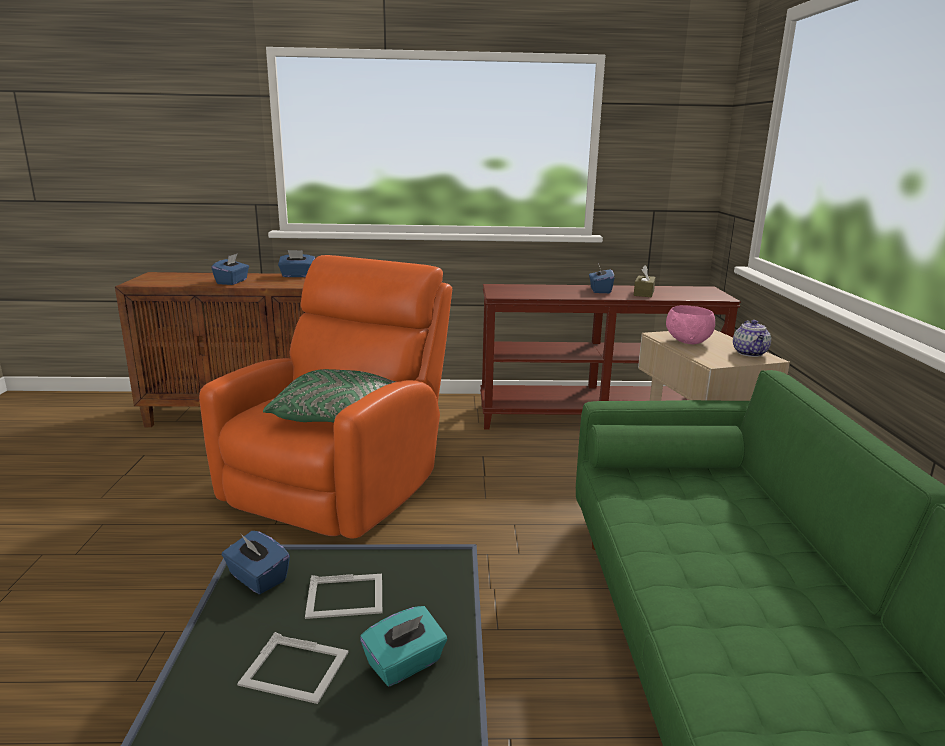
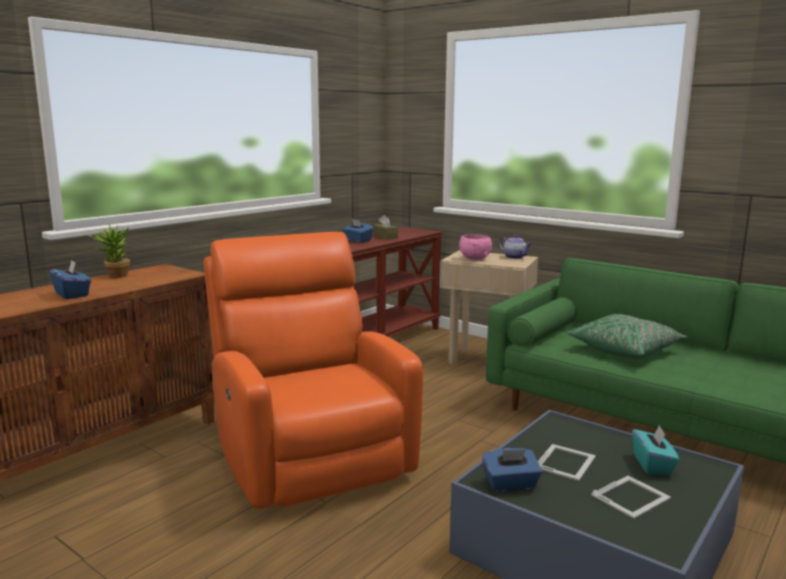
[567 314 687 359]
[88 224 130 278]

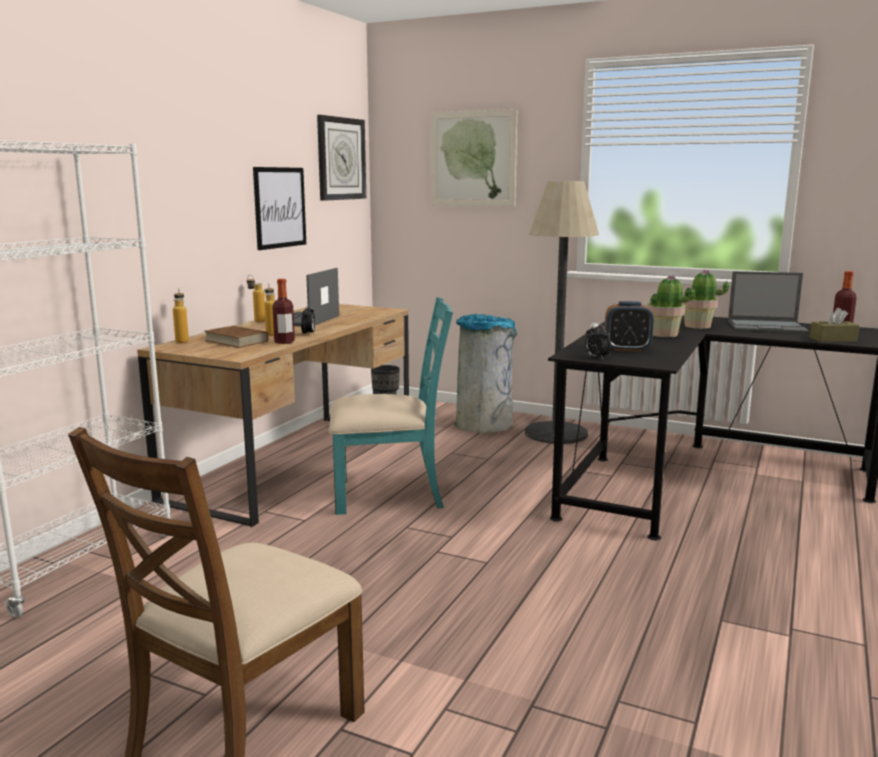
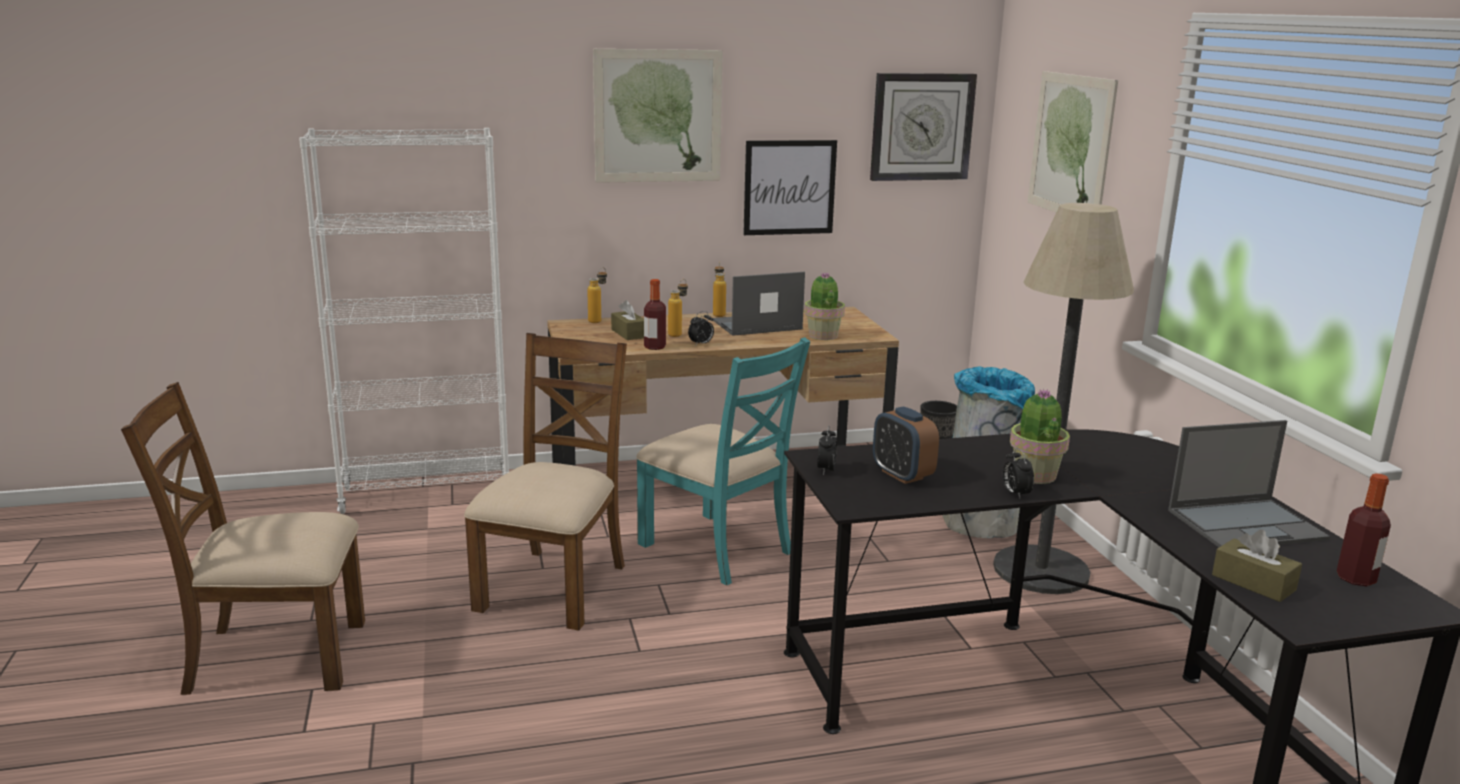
[464 333 627 631]
[593 49 723 183]
[1003 448 1034 498]
[805 272 845 340]
[611 300 644 340]
[1168 420 1330 547]

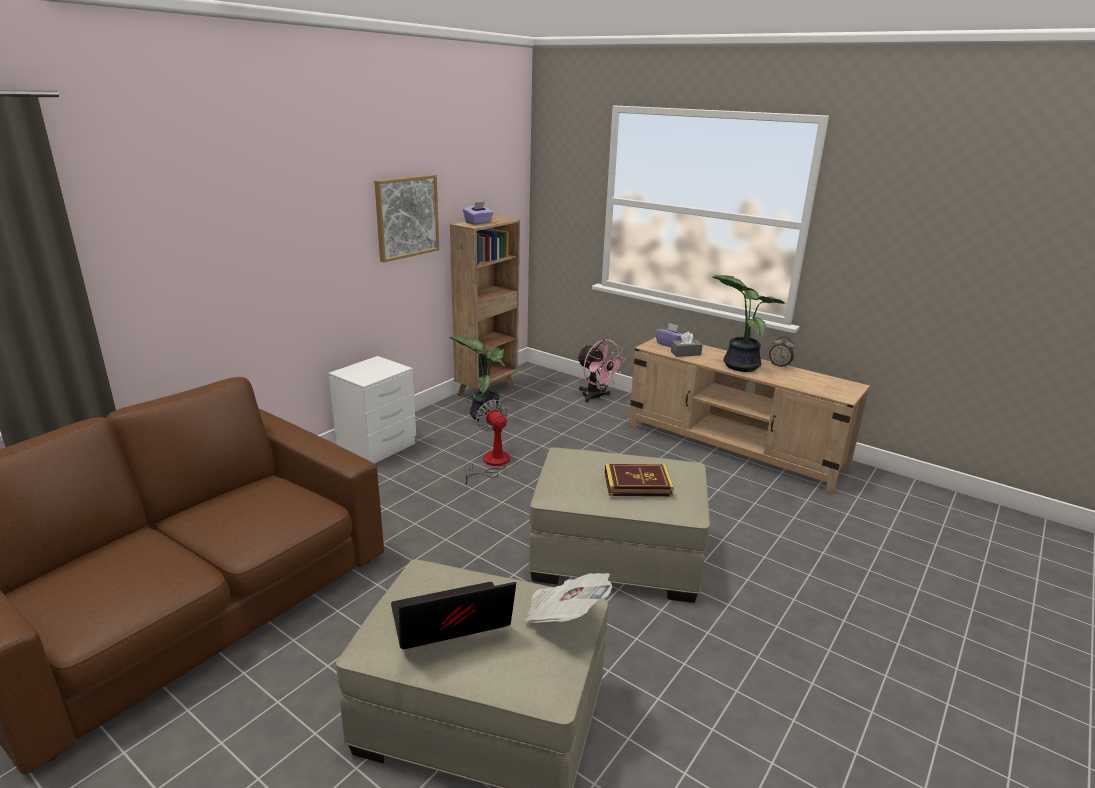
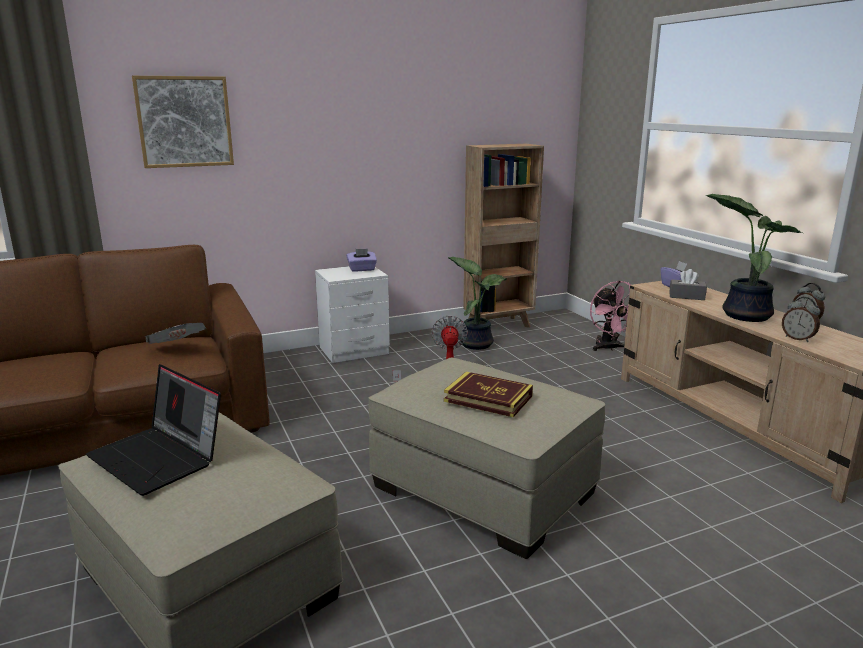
[782 297 820 342]
[132 76 234 168]
[346 249 377 272]
[145 323 206 344]
[86 364 221 496]

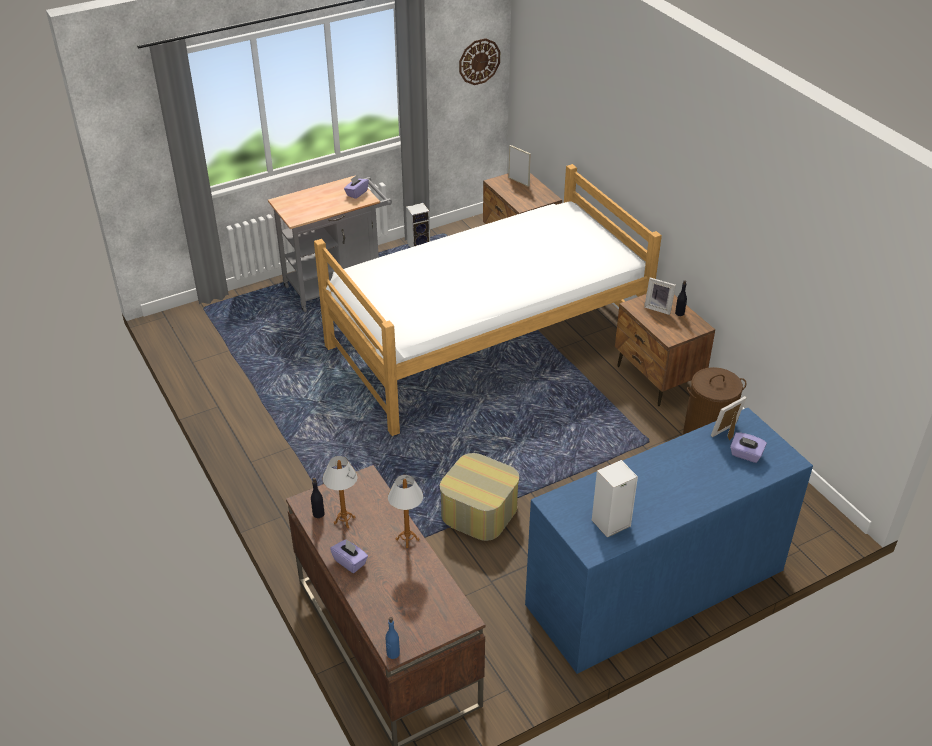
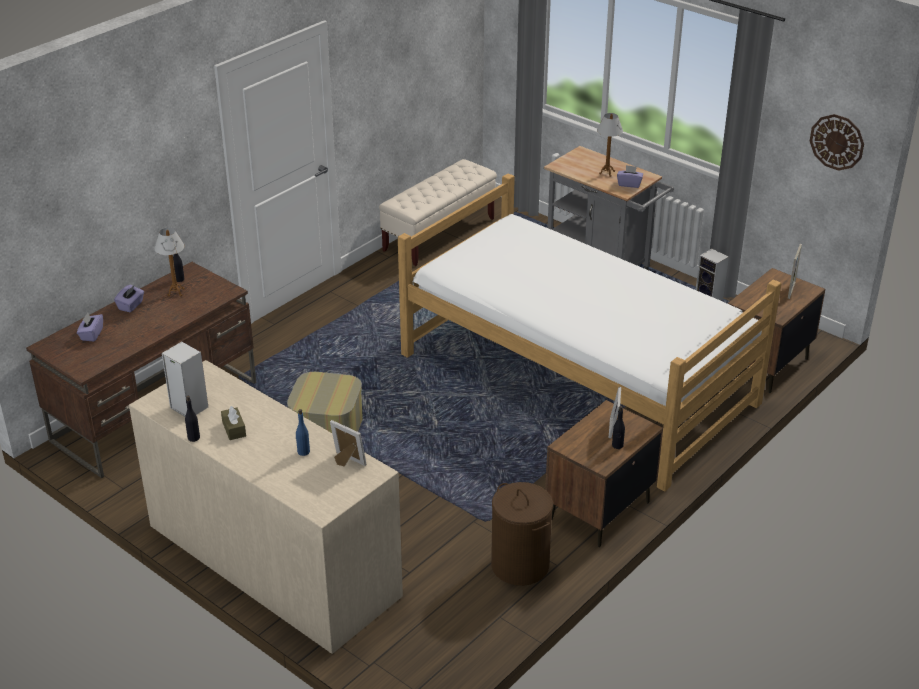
[185 396 200 442]
[221 406 246 440]
[379 159 497 266]
[296 409 310 456]
[597 113 623 177]
[77 313 103 341]
[129 360 403 654]

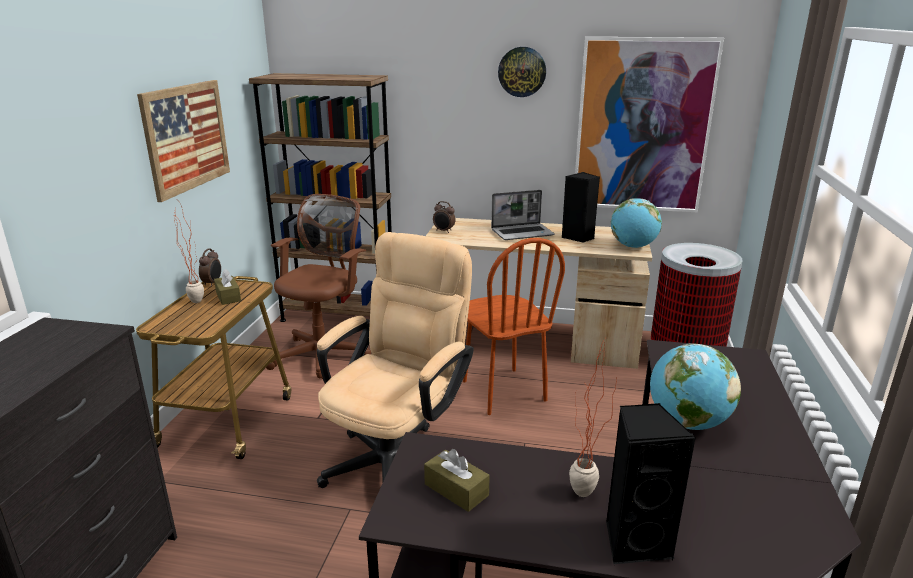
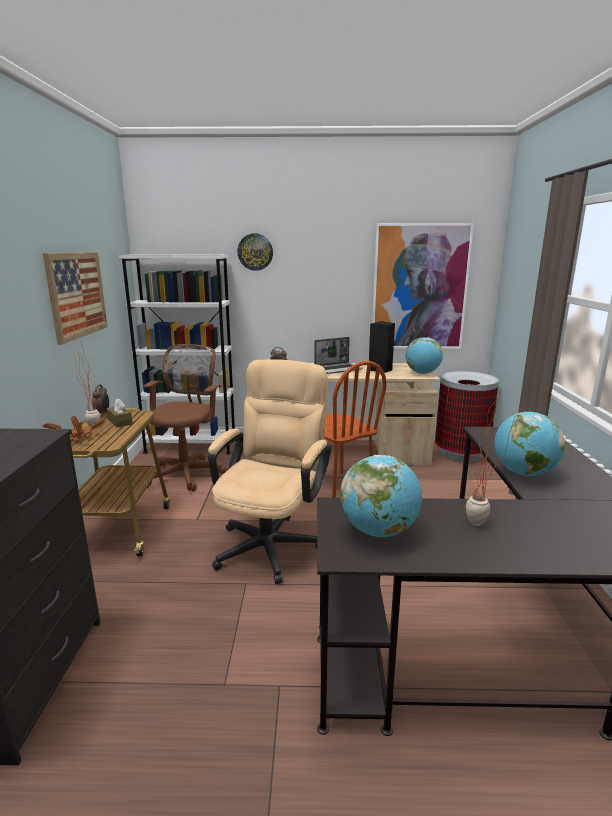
[606 403 696 565] (first image)
[42 416 105 441]
[237 233 273 271]
[340 455 422 537]
[119 254 235 454]

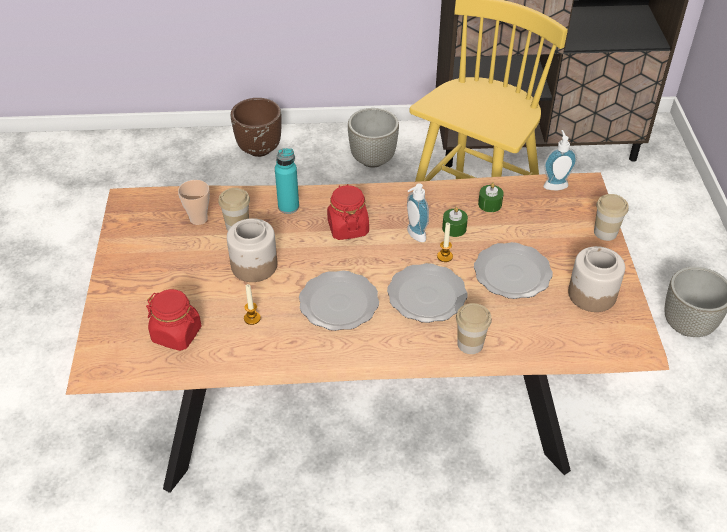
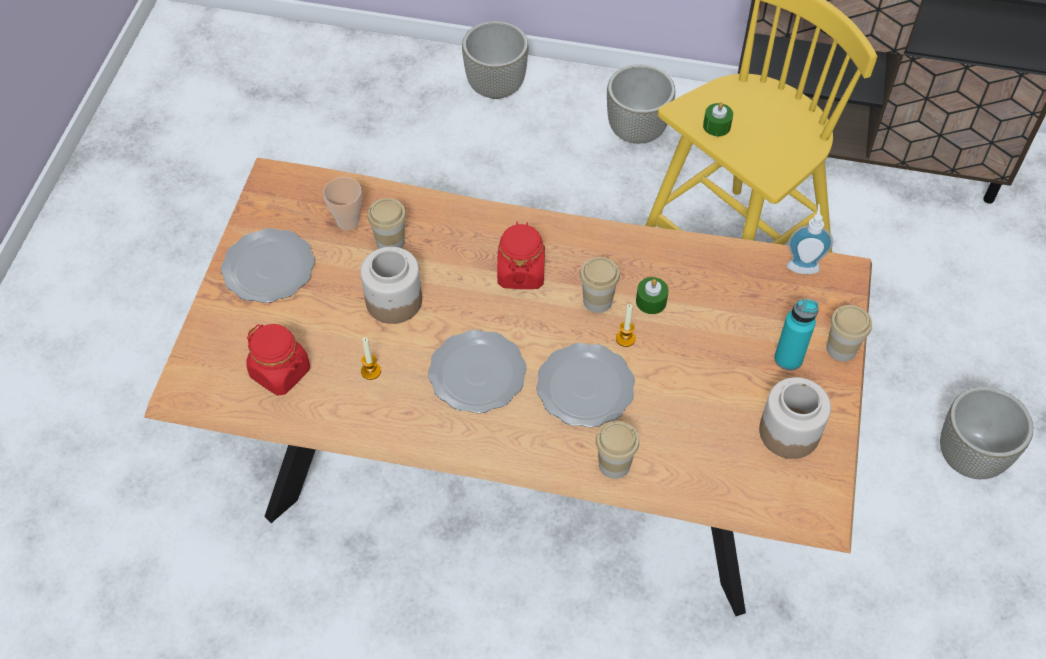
[774 299 819 371]
[221 228 315 303]
[703 102 733 136]
[580 257 620 313]
[462 21 528 99]

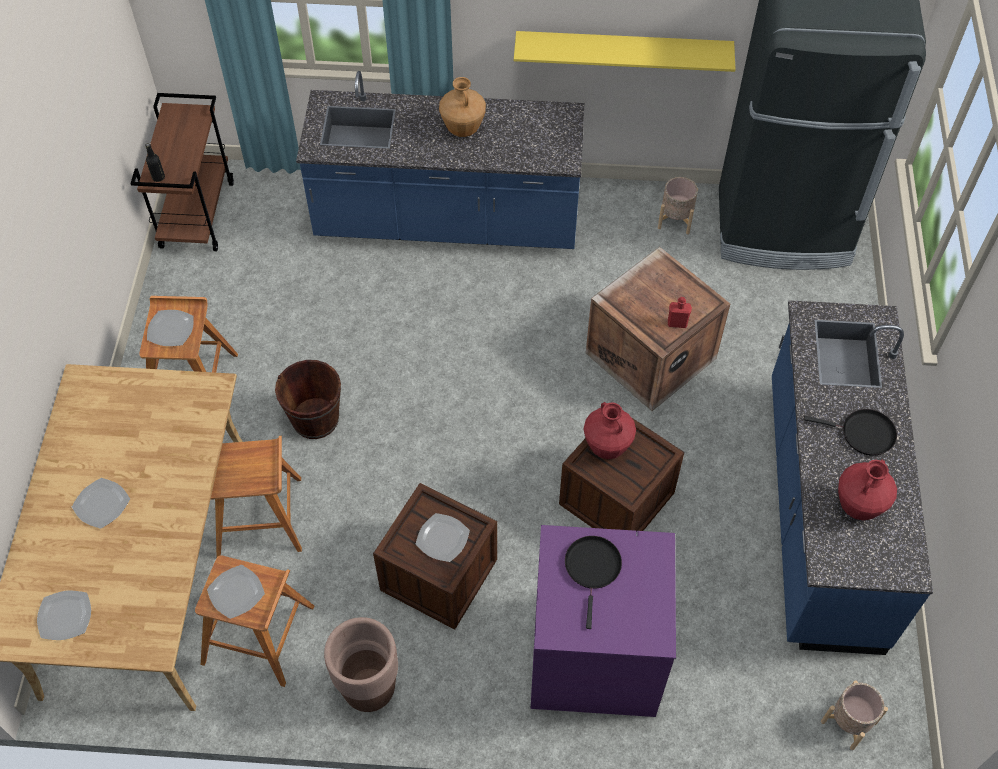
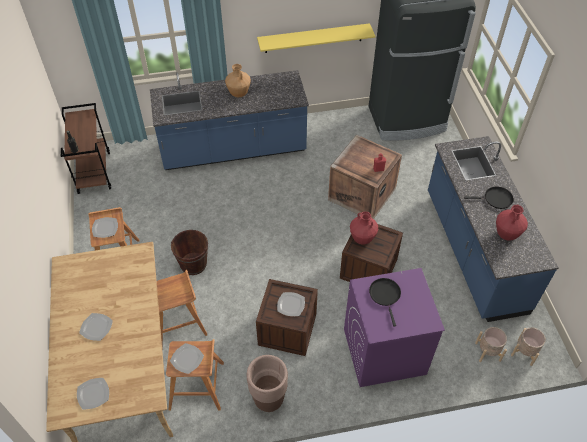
[475 327 507 362]

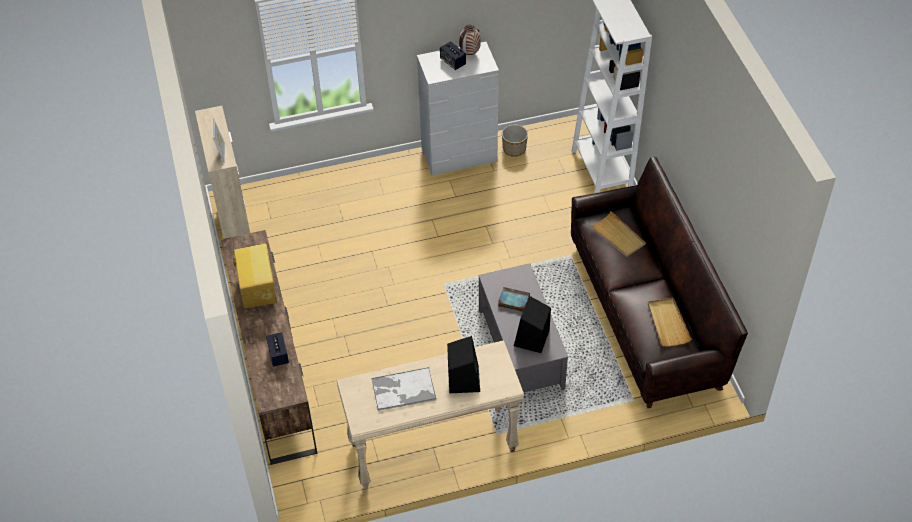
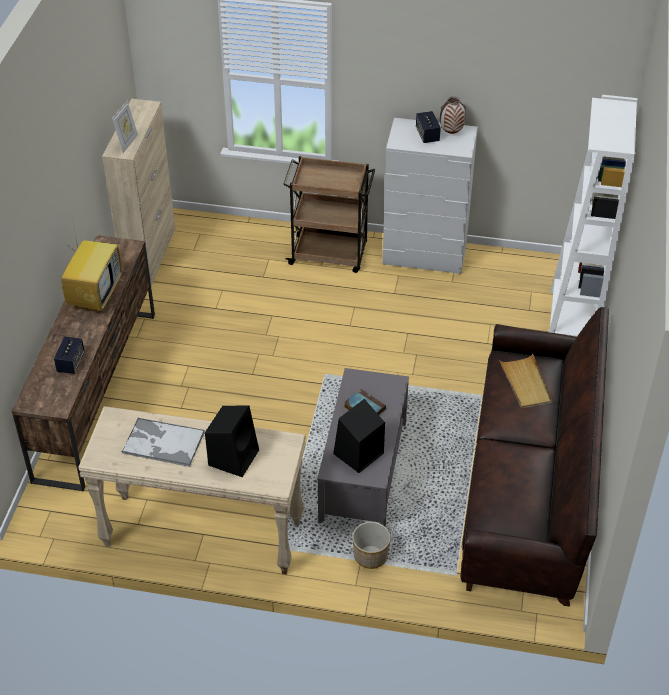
[648 298 692 347] (first image)
[283 156 375 273]
[352 522 391 569]

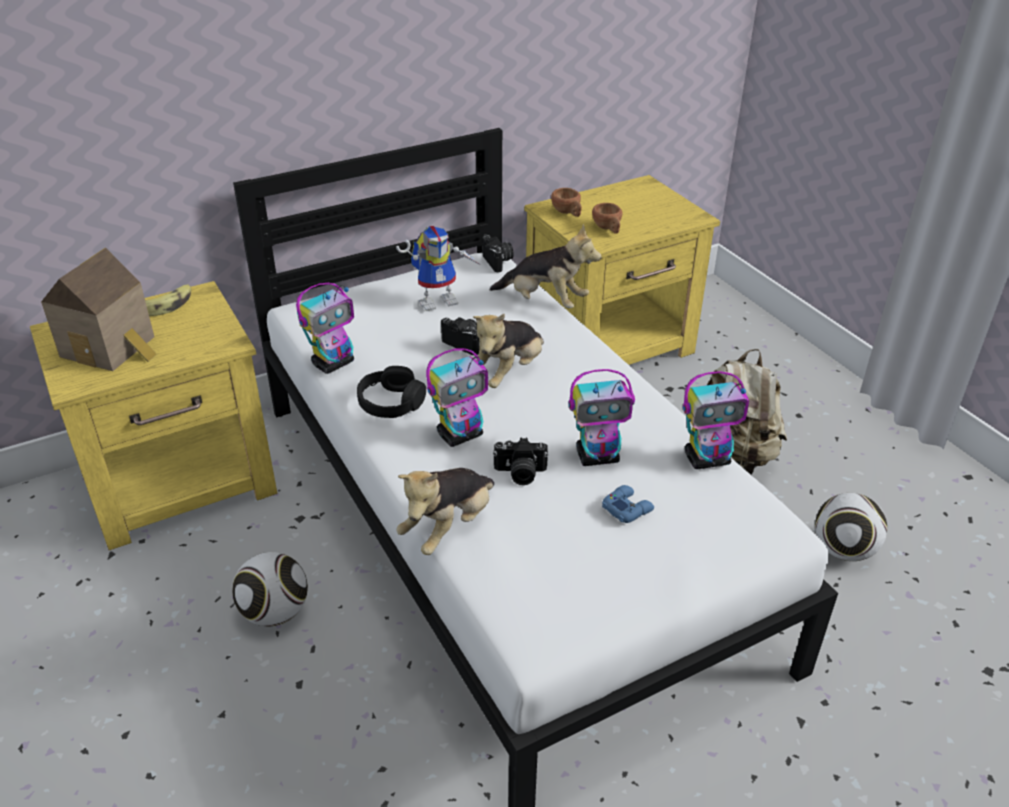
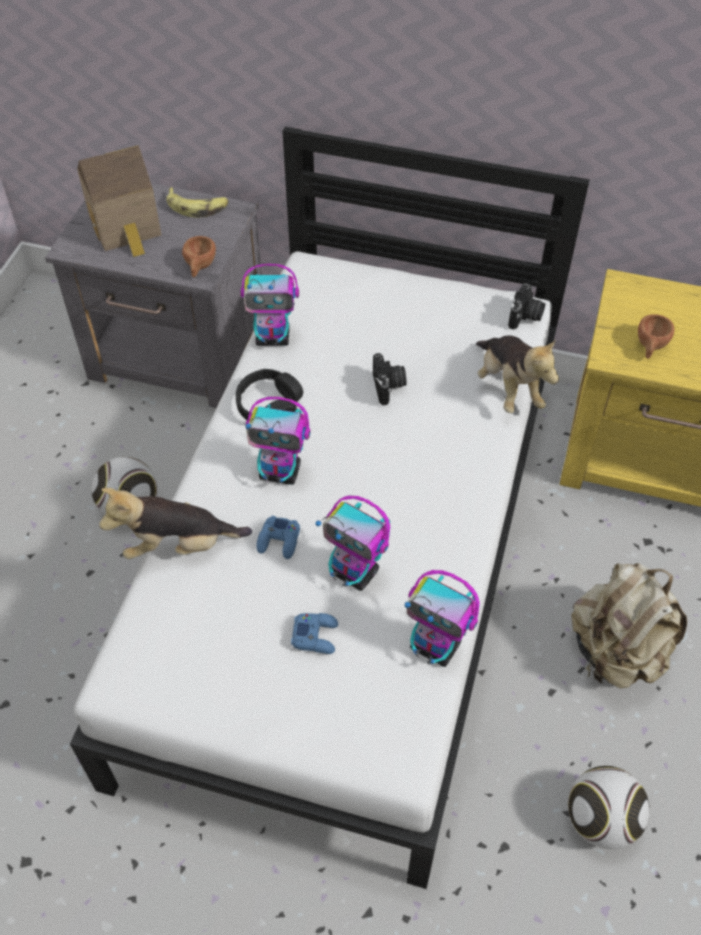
[396 226 479 311] (first image)
[473 313 544 388] (first image)
[182 236 216 277]
[256 516 300 559]
[45 183 262 408]

